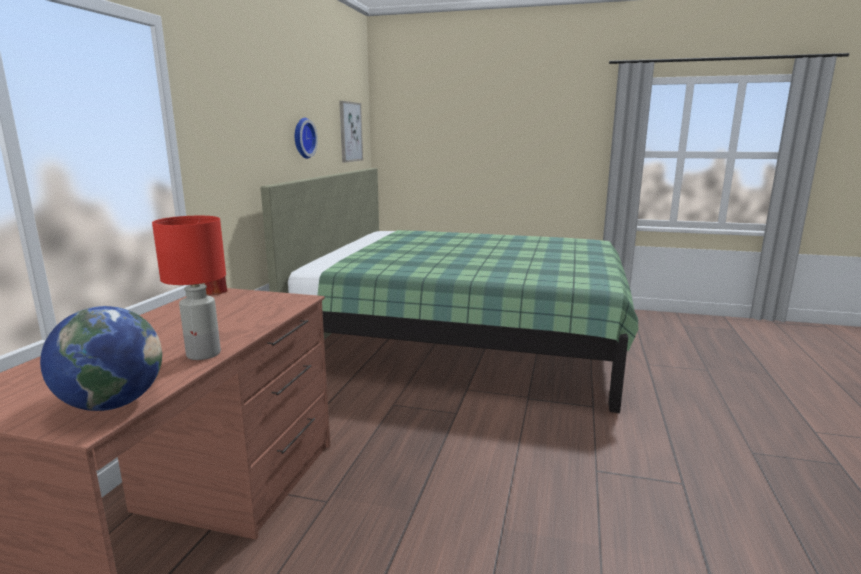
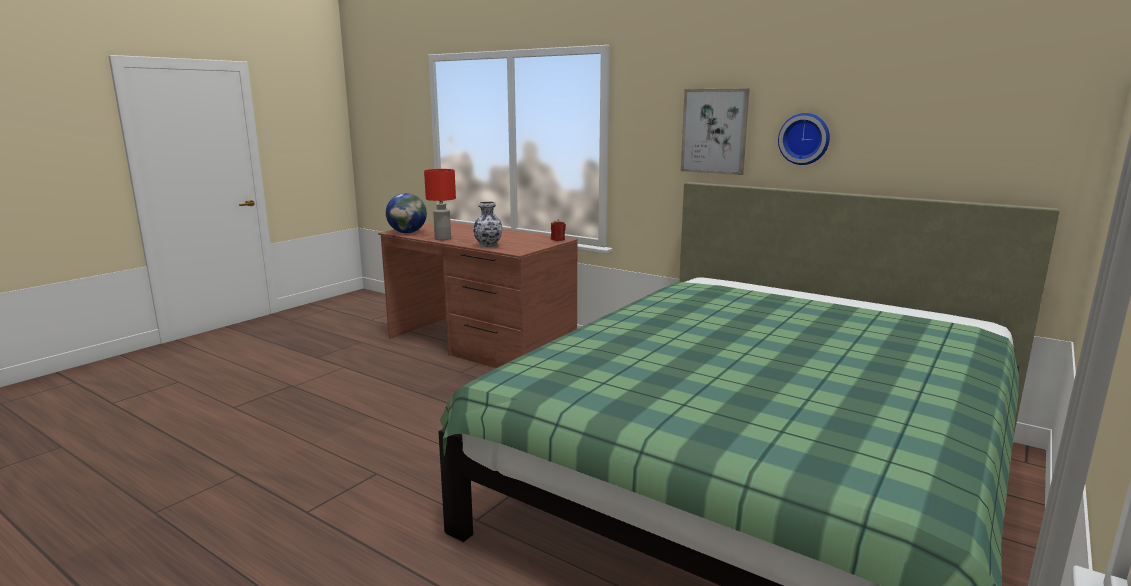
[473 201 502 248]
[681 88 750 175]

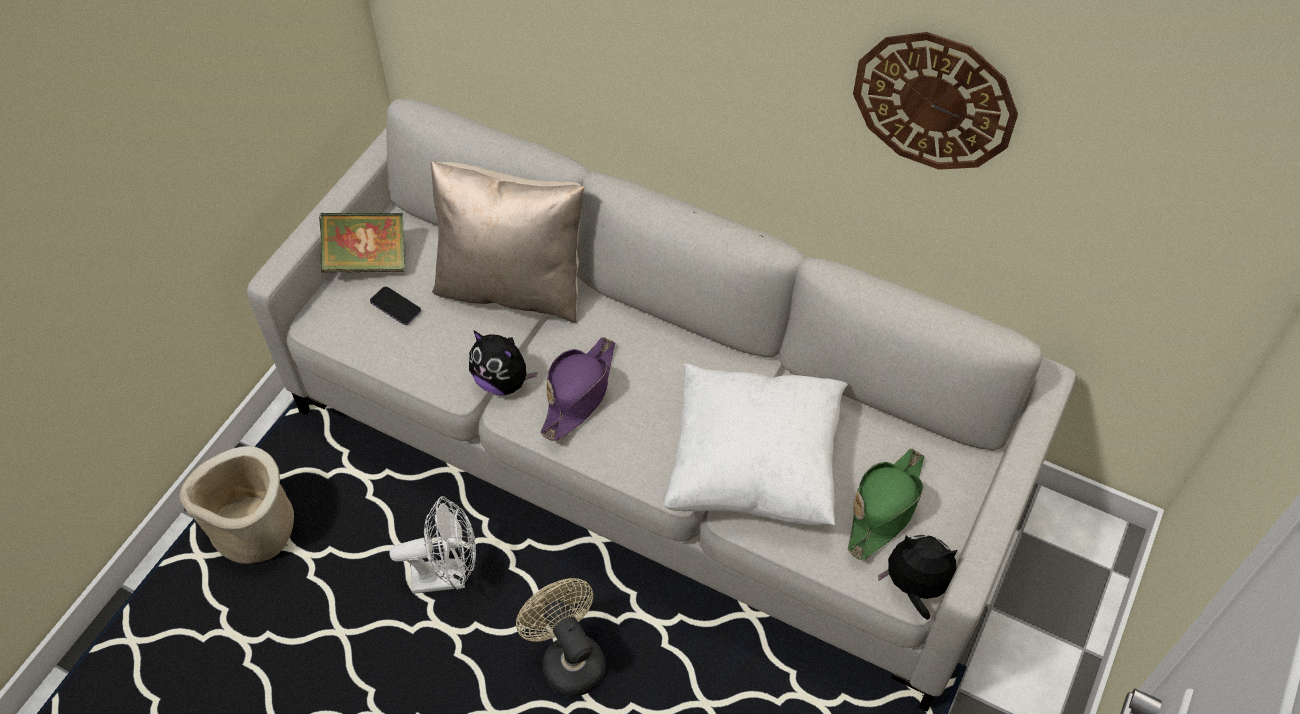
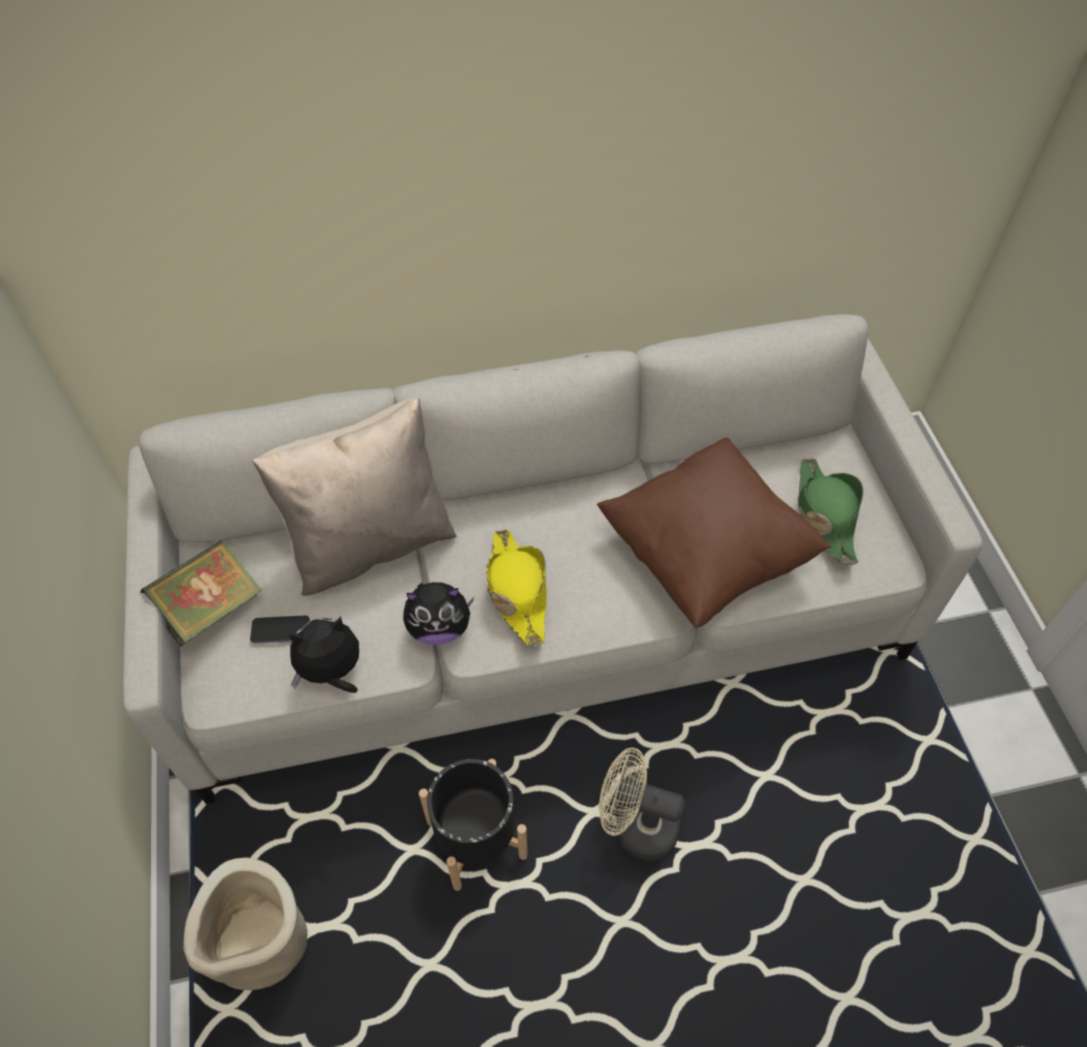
[853 32 1018 170] (first image)
[289 616 359 693]
[419 759 528 891]
[486 529 547 646]
[596 438 831 628]

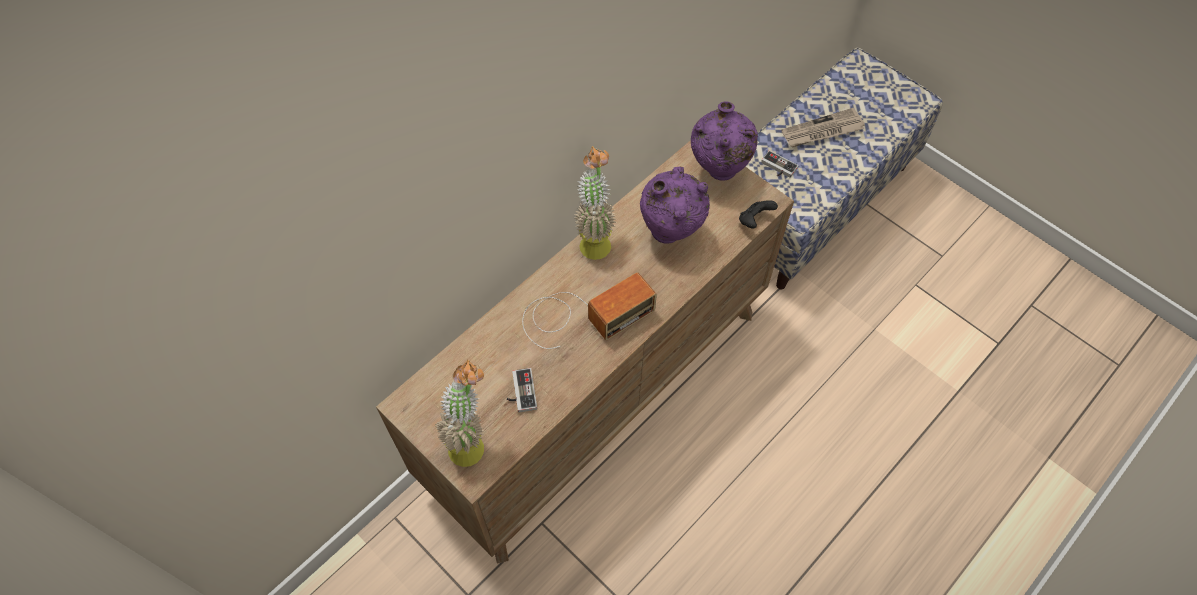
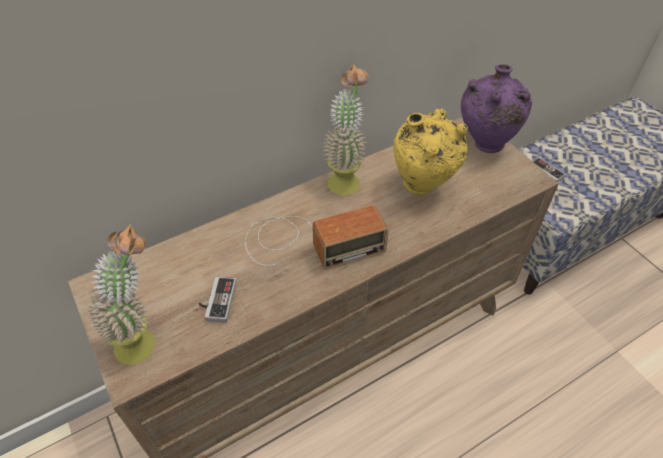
[739 200 778 228] (first image)
[781 108 865 147] (first image)
[393 109 468 195]

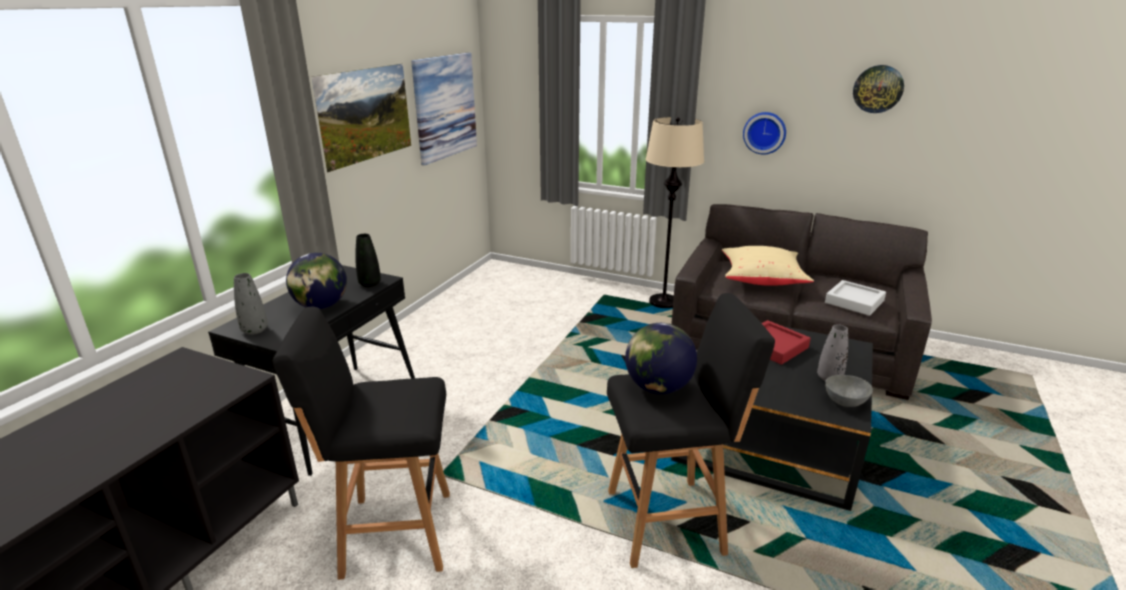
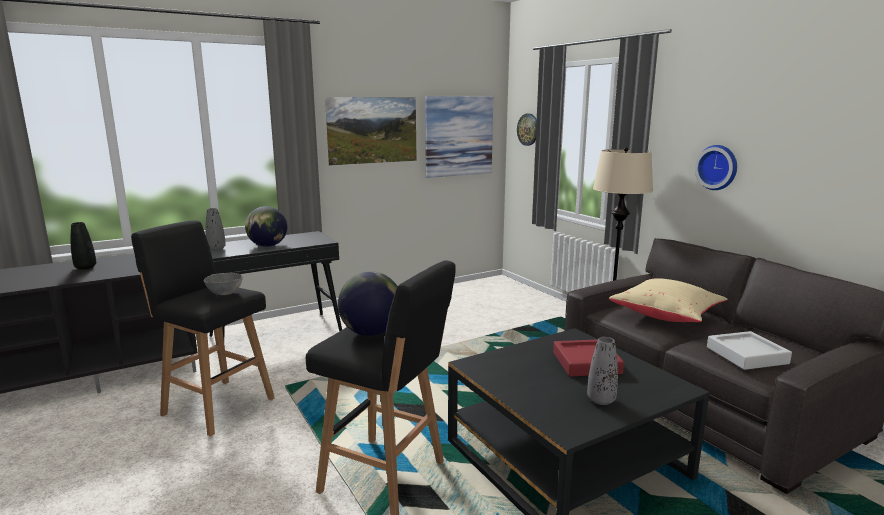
[71 222 96 270]
[204 273 243 295]
[517 114 537 146]

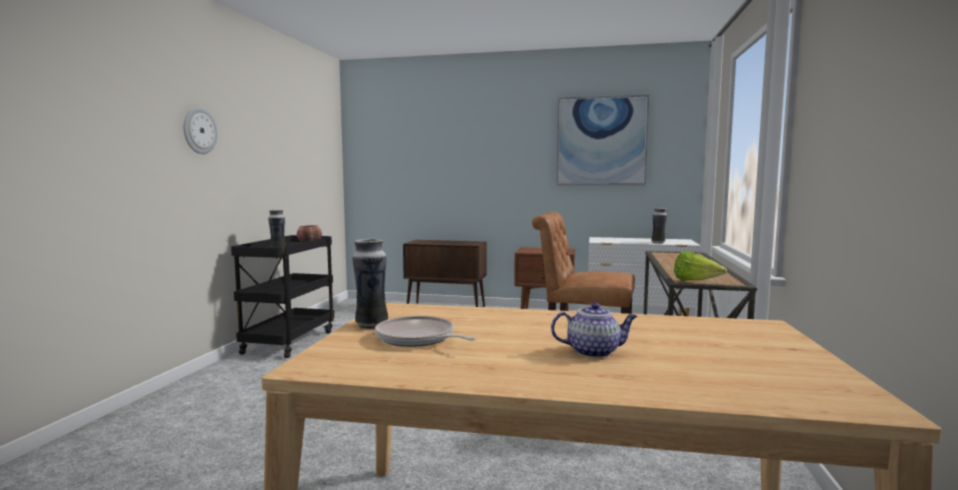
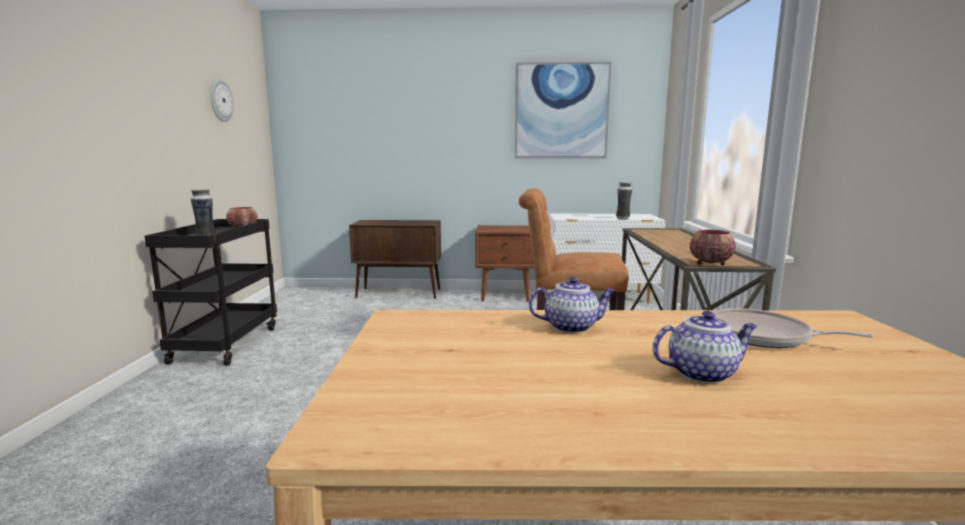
[352 239 388 329] (first image)
[529 277 615 333]
[211 79 234 122]
[713 308 875 348]
[690 229 736 265]

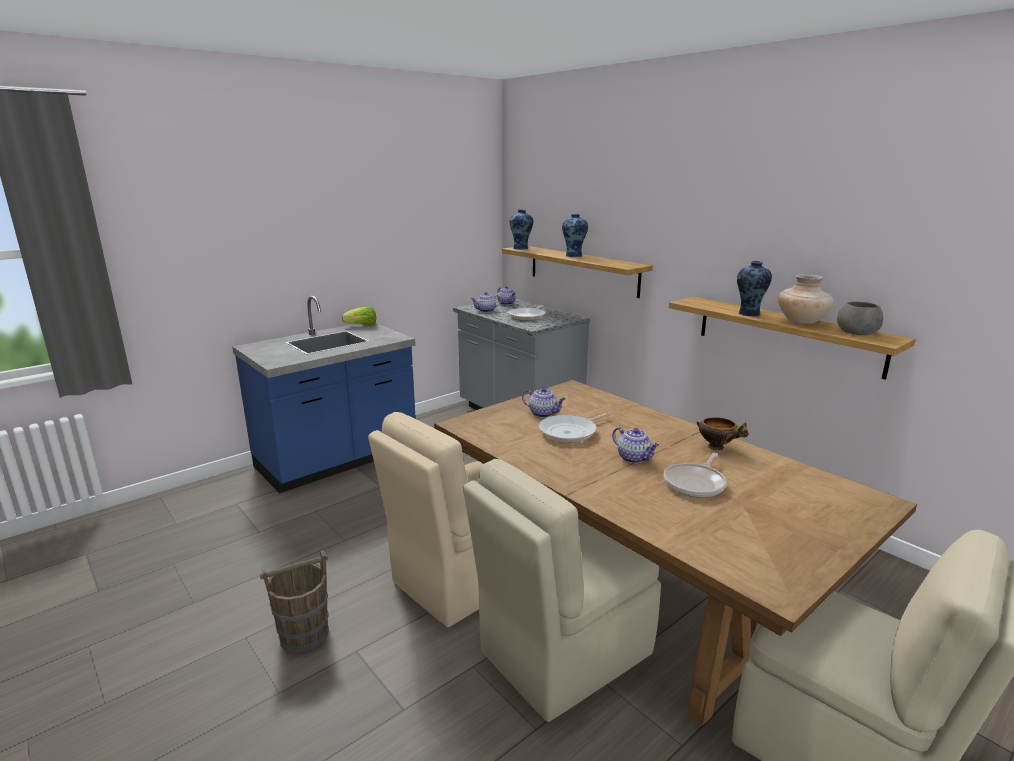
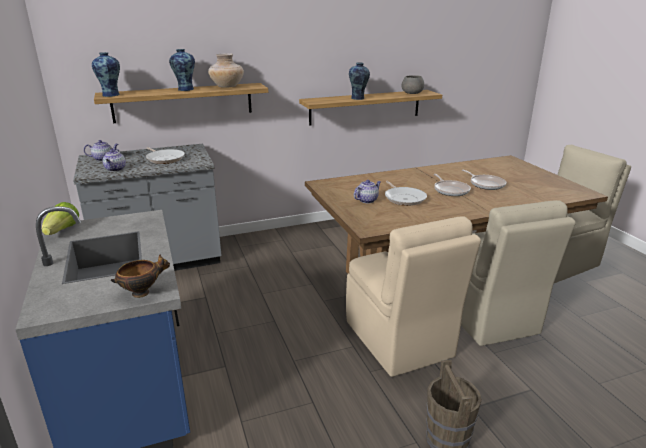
[111 255 170 298]
[208 53 244 88]
[434 174 471 196]

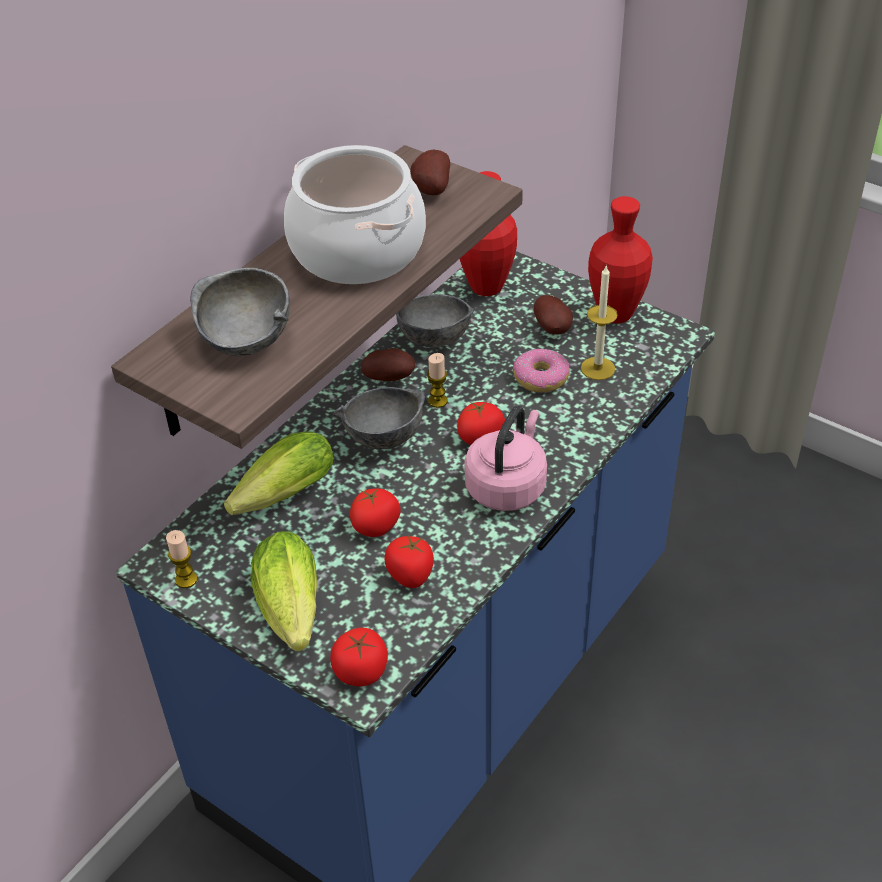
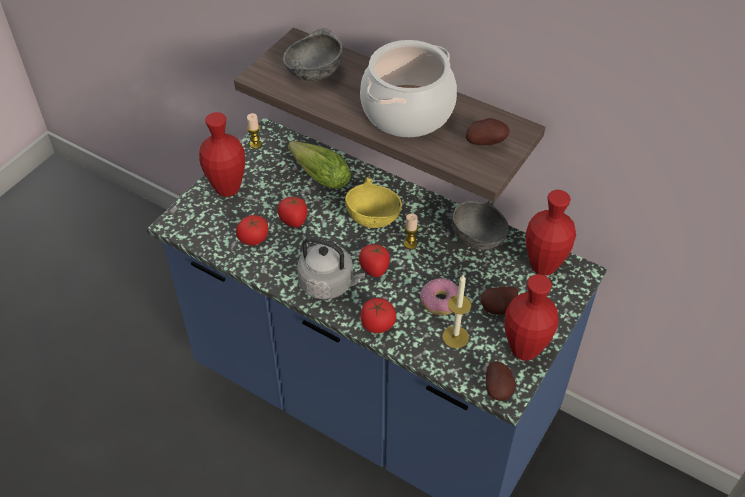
[361 298 396 333]
[486 361 516 401]
[199 112 245 197]
[345 177 402 228]
[297 237 365 300]

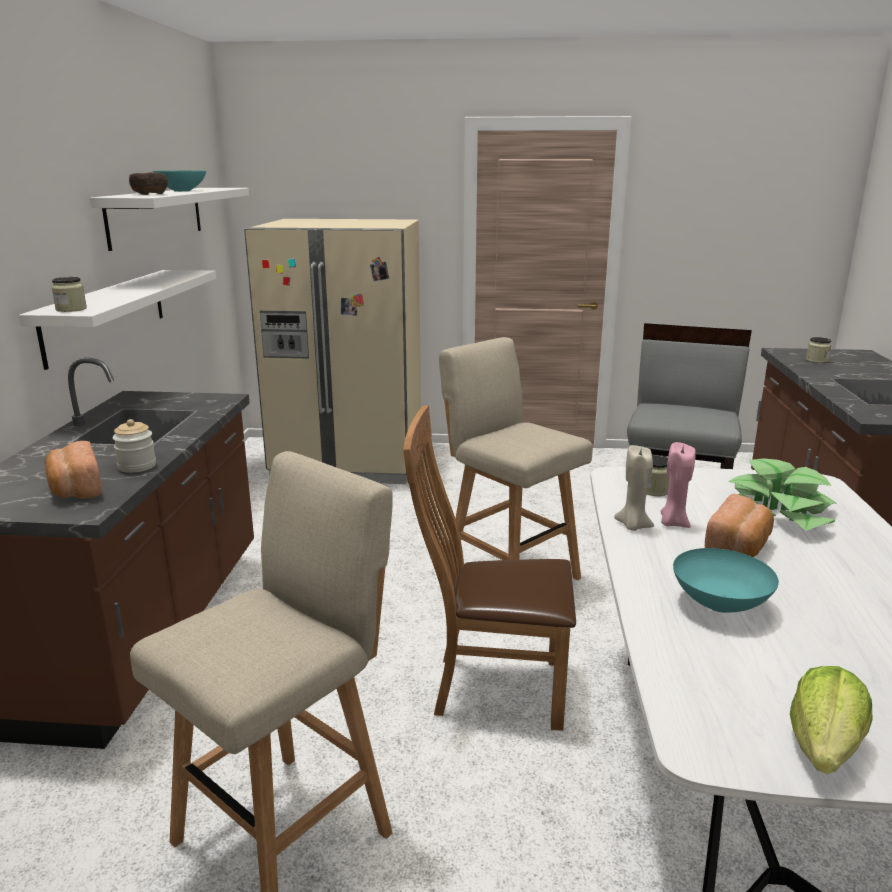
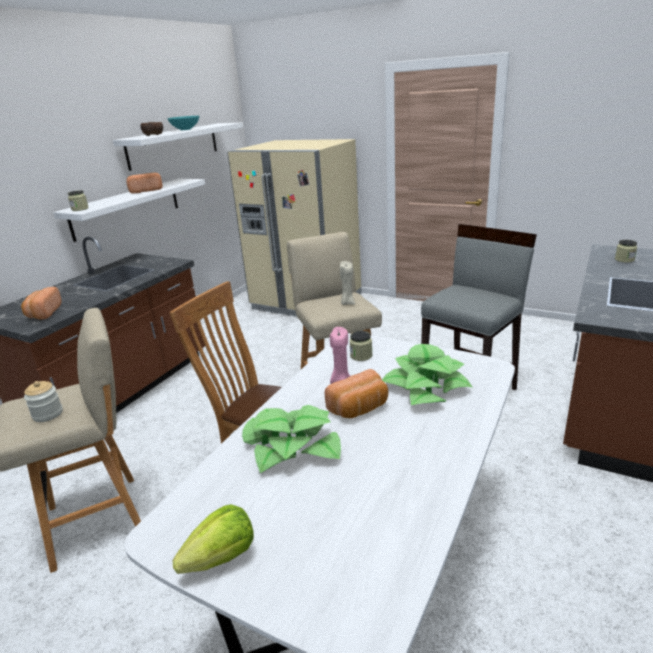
[126 173 163 193]
[24 381 63 422]
[340 261 355 305]
[242 405 341 473]

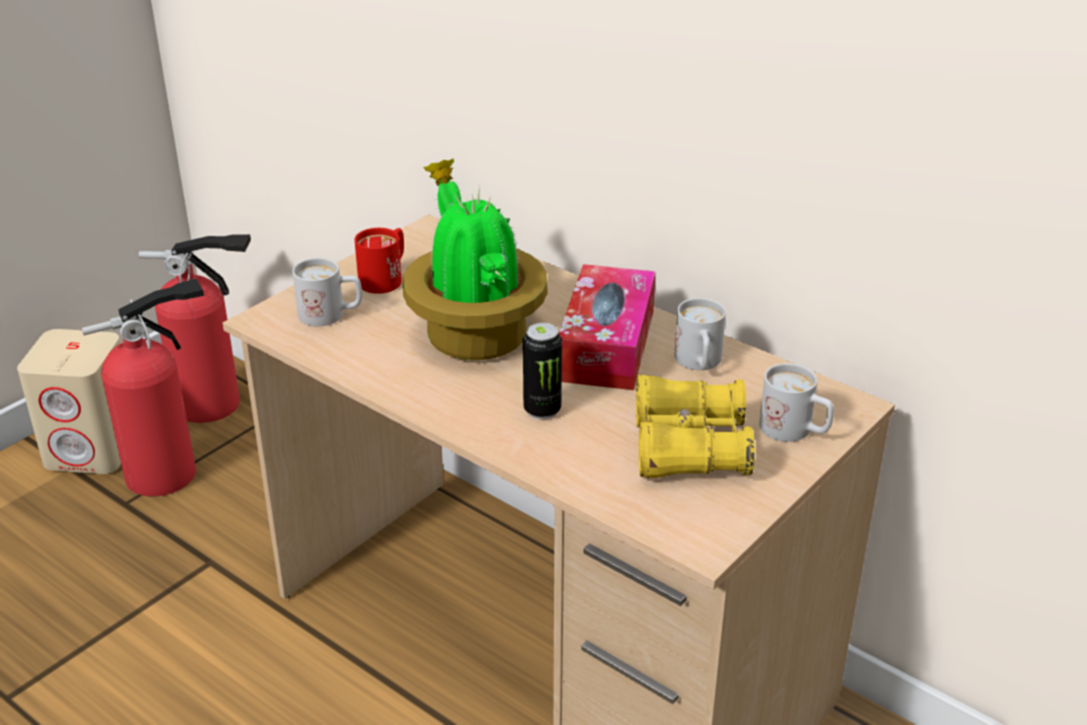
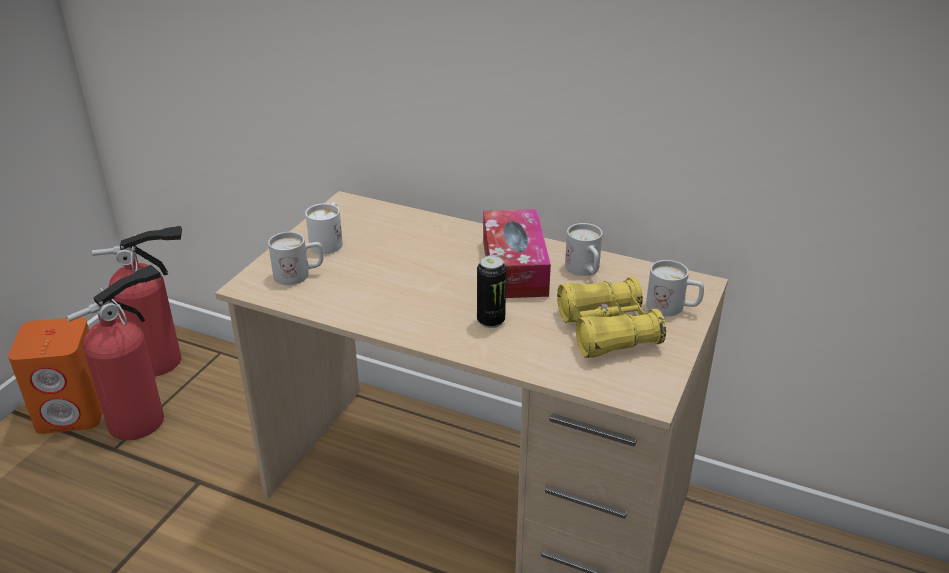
[403 159 547 360] (first image)
[8 317 103 434]
[305 202 343 254]

